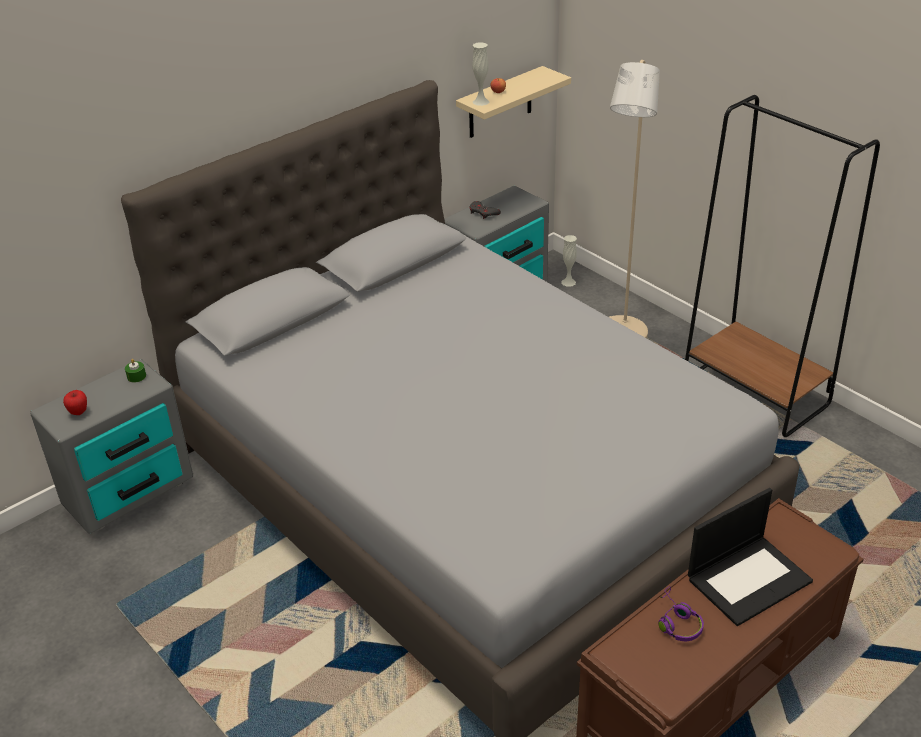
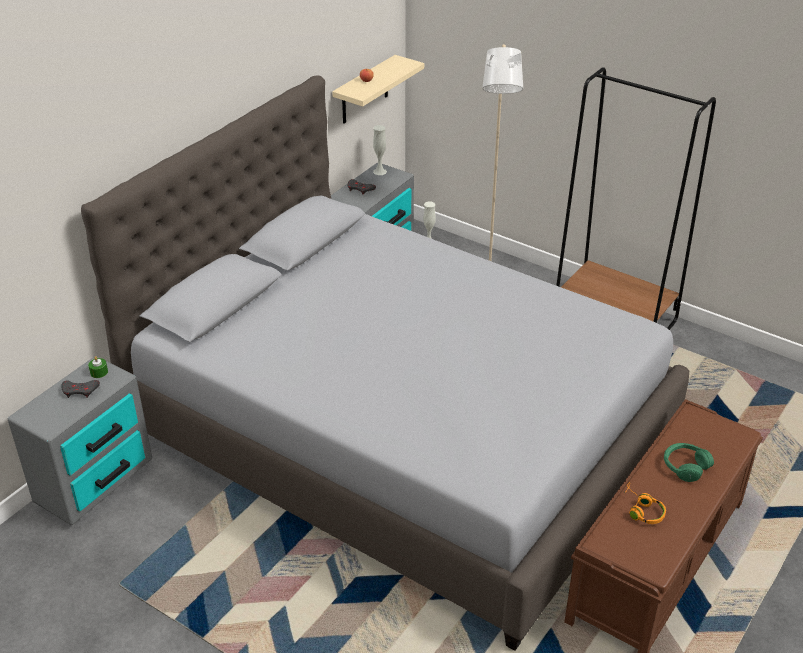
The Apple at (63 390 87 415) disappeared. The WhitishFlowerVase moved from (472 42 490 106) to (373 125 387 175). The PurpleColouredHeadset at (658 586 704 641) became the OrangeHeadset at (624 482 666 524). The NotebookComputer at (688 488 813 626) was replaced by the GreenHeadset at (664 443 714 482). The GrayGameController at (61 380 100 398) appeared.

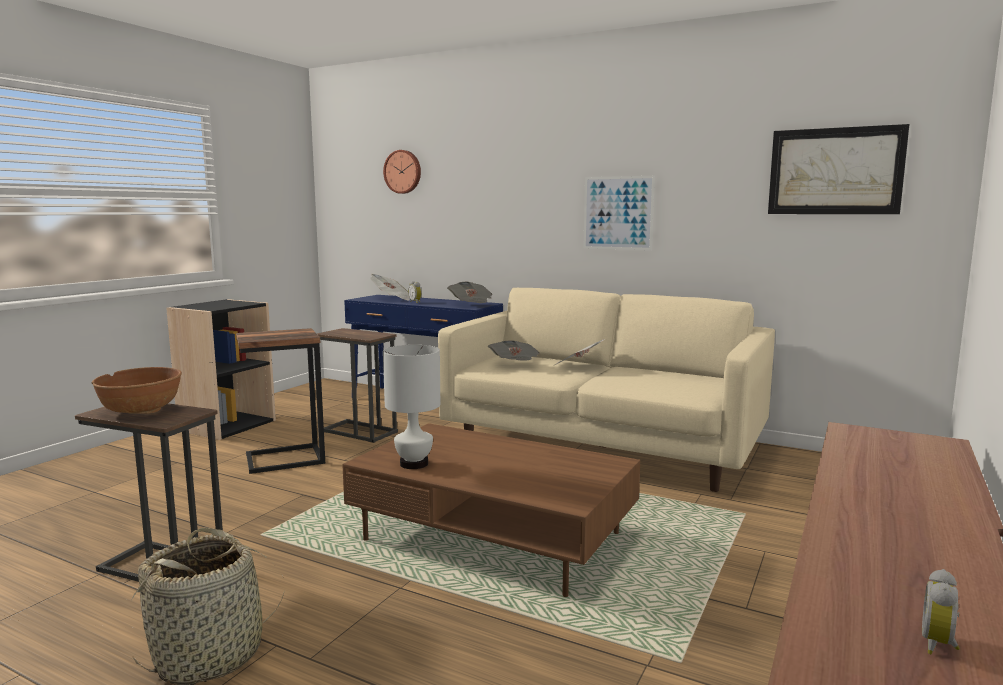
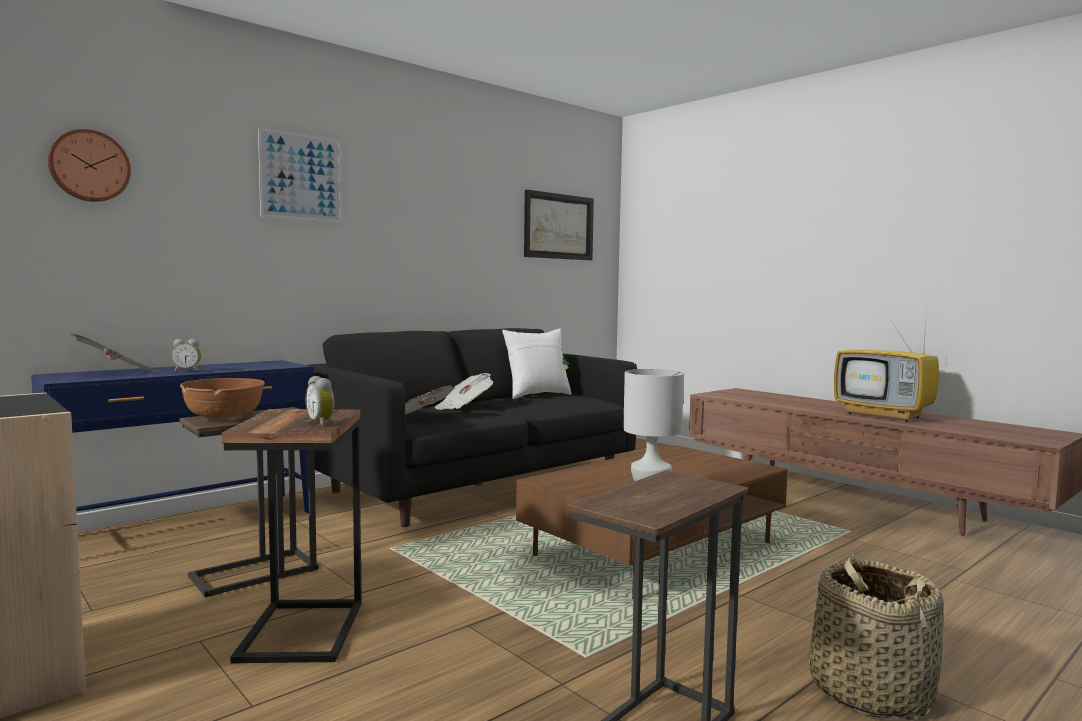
The BrownBowl moved from (92 367 182 414) to (180 378 265 421). The BeigeSofa at (438 288 775 492) became the BlackColouredSofa at (307 328 637 527). The PrintedPaper at (447 282 492 303) disappeared. The WallArt moved from (583 176 655 250) to (258 127 342 223). The AlarmClock moved from (922 569 960 655) to (305 376 335 427). The WhitishCushion at (502 328 572 399) appeared. The Television at (834 310 939 422) appeared.

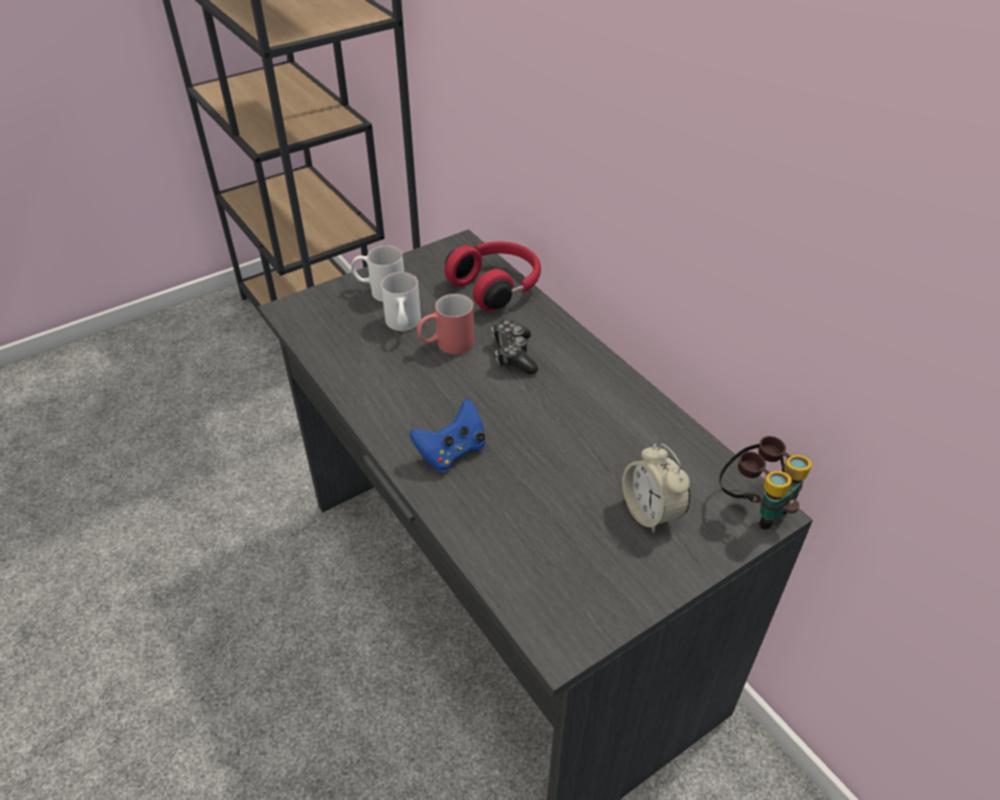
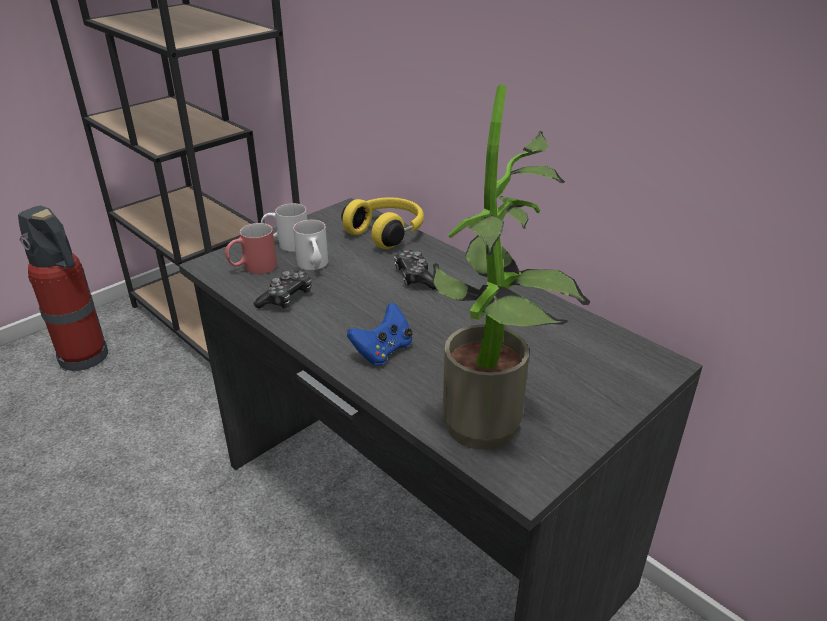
The RedColouredMug moved from (417 294 474 354) to (225 223 277 274). The RedColouredHeadset at (445 242 541 311) became the YellowishHeadset at (341 197 424 249). The AlarmClock at (622 444 690 533) disappeared. The PairOfBinoculars at (719 436 812 529) disappeared. The FireExtinguisher at (18 205 108 371) appeared. The GameController at (254 270 312 309) appeared. The PottedPlant at (432 84 590 450) appeared.

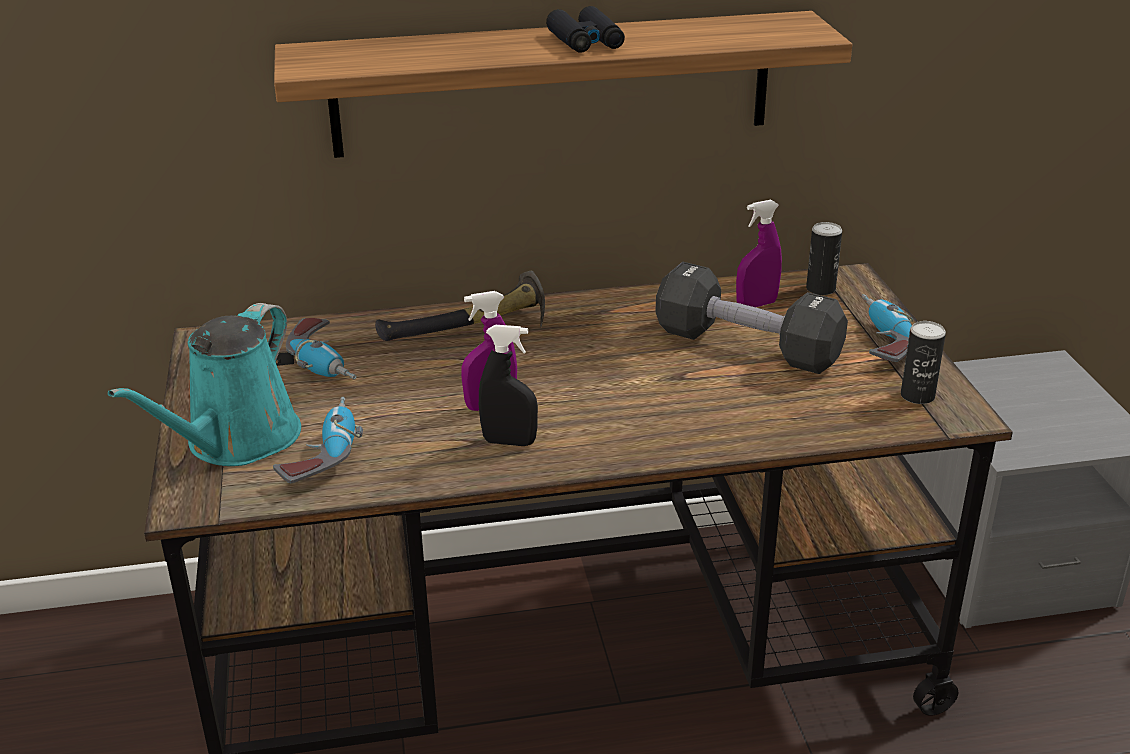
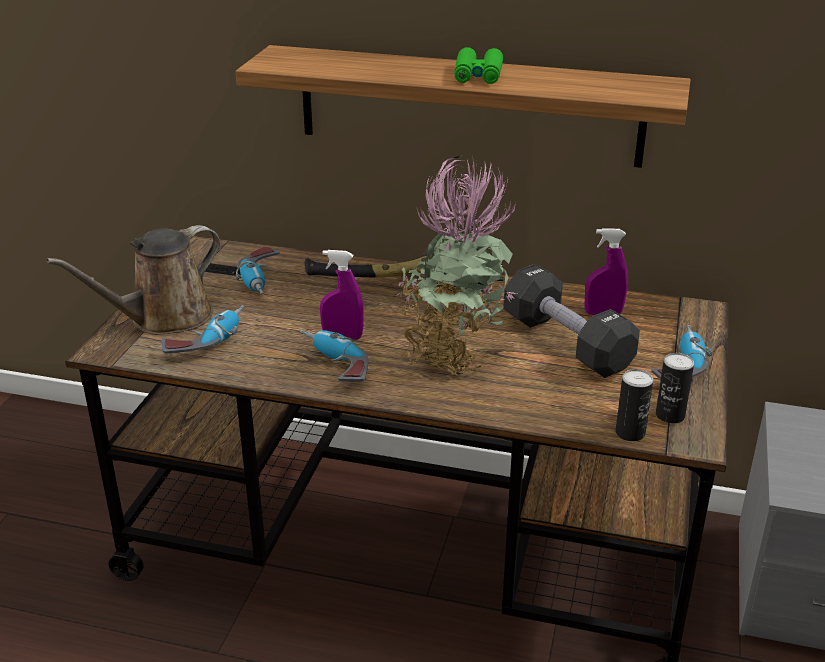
The BlueGreenWateringCan at (108 303 301 466) became the BrownWateringCan at (46 225 220 335). The BlackColouredSprayBottle at (479 325 538 446) was replaced by the ElectricDrill at (300 330 368 382). The BlackColouredPairOfBinoculars at (546 6 625 53) became the GreenPairOfBinoculars at (454 47 503 84). The SealedCan moved from (806 222 842 295) to (615 369 653 441). The PottedPlant at (397 155 517 377) appeared.

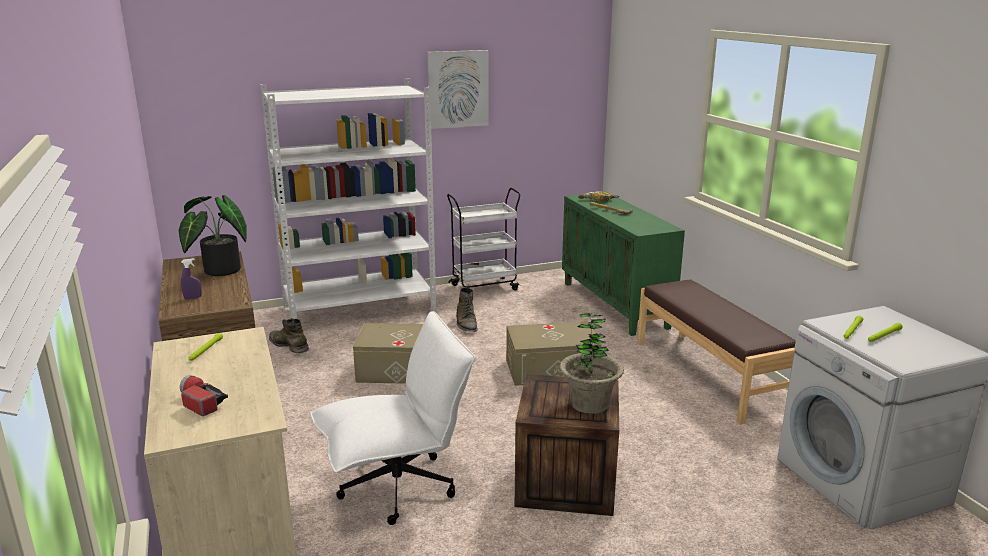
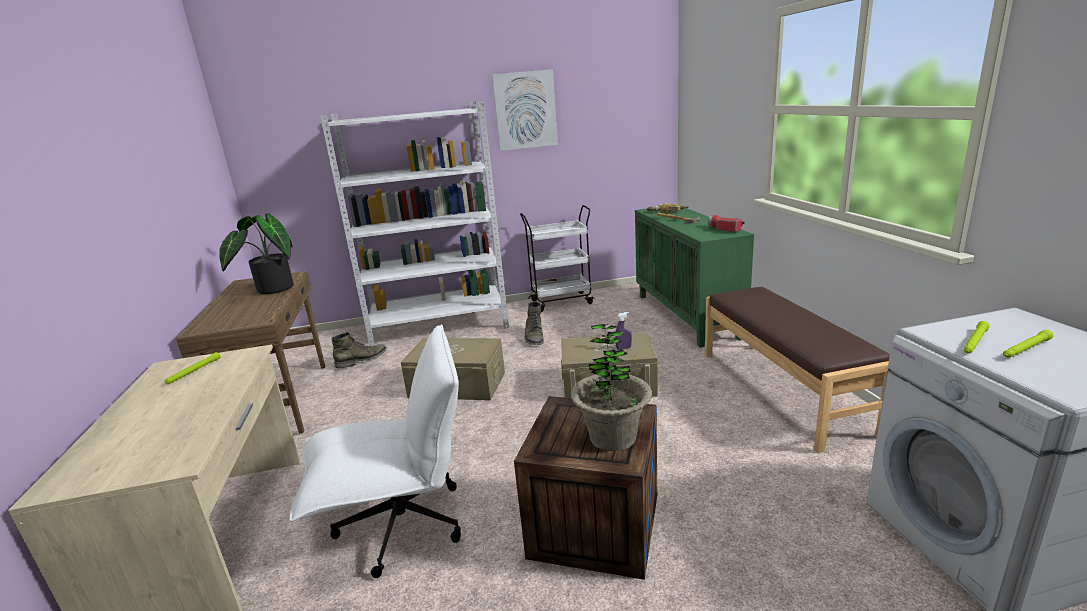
The HandTorch moved from (180 375 228 416) to (708 215 745 233). The PurpleColouredSprayBottle moved from (181 258 202 299) to (615 312 632 350). The GreenHighTopBoot at (269 318 309 353) turned 90 degrees clockwise.

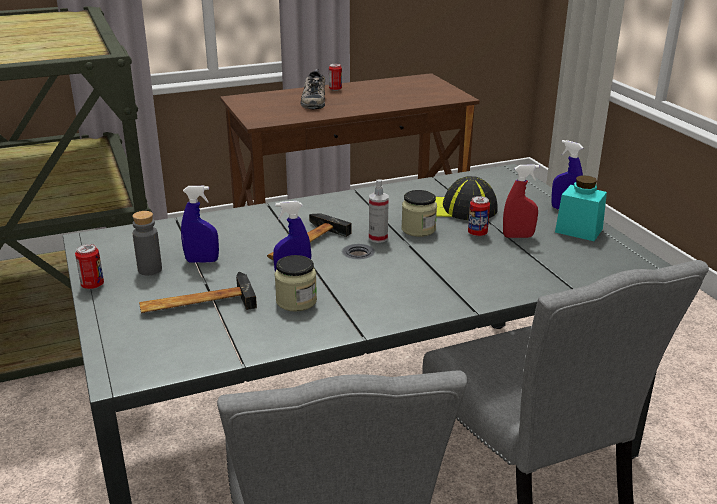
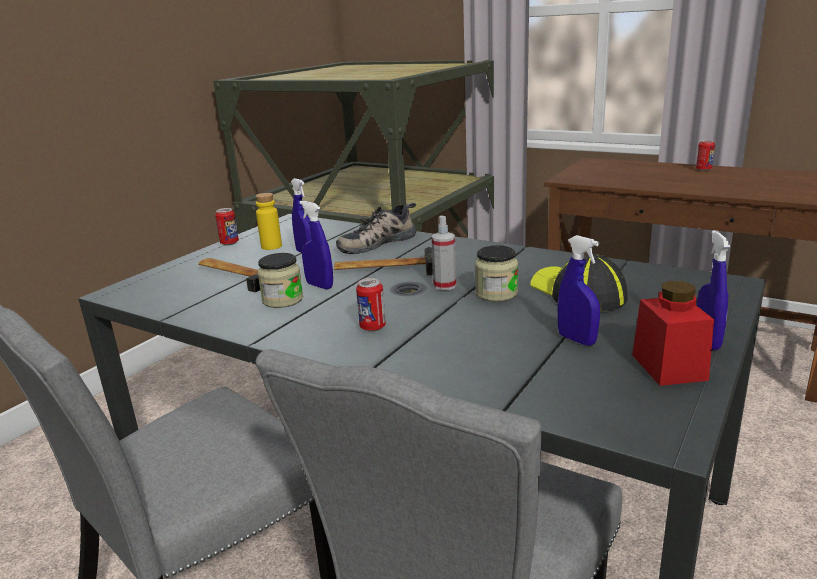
The GrayDrinkBottle at (132 211 162 275) became the YellowishDrinkBottle at (256 193 282 250). The ItemOfFootwear moved from (301 69 325 109) to (336 203 416 254). The SealedCan moved from (468 196 490 237) to (356 278 386 331). The RedColouredSprayBottle at (503 164 539 238) became the BlueColouredSprayBottle at (558 235 600 346). The BlueGreenJar at (555 175 607 241) became the RedColouredJar at (632 281 714 386).

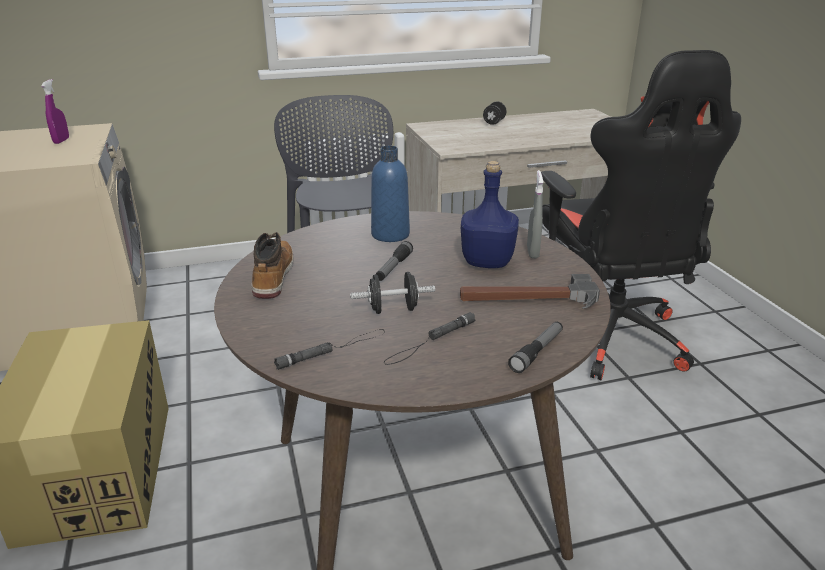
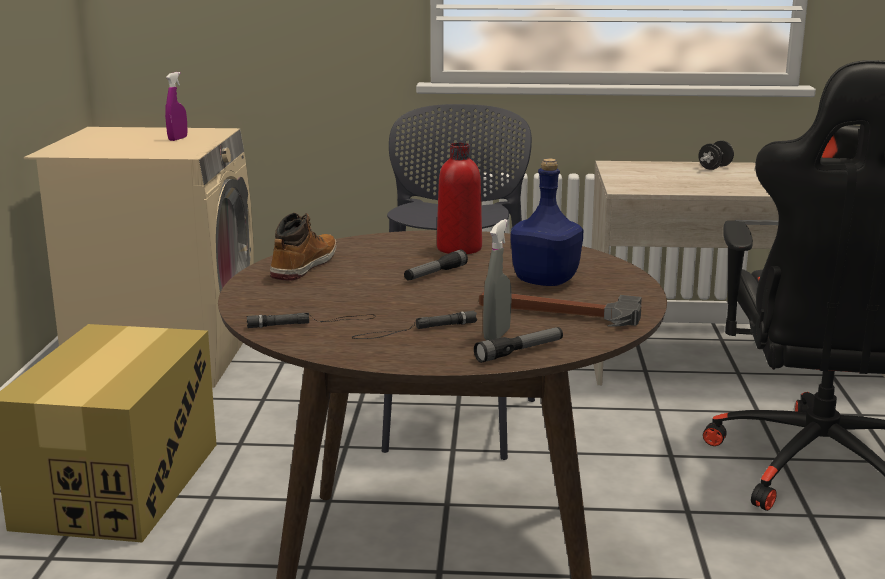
The BlackColouredFreeWeight at (350 272 435 314) disappeared. The BlueColouredDrinkBottle at (371 146 410 242) became the RedColouredDrinkBottle at (437 143 482 254). The GraySprayBottle moved from (527 170 543 258) to (483 219 511 340).

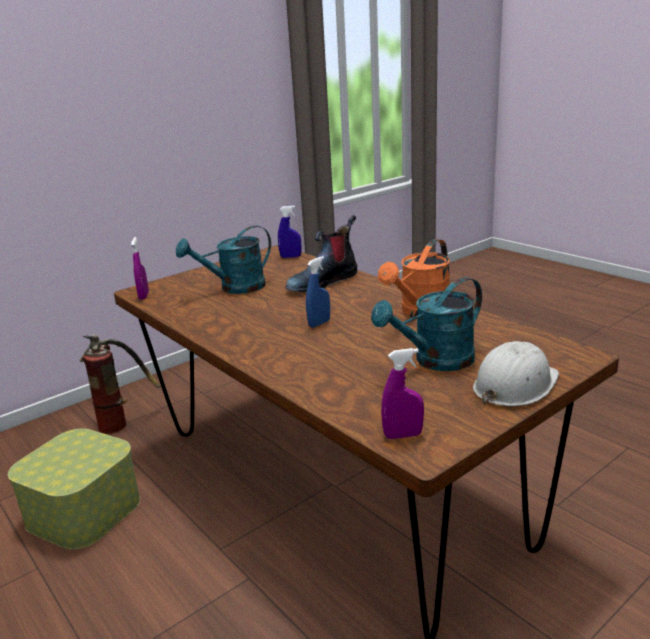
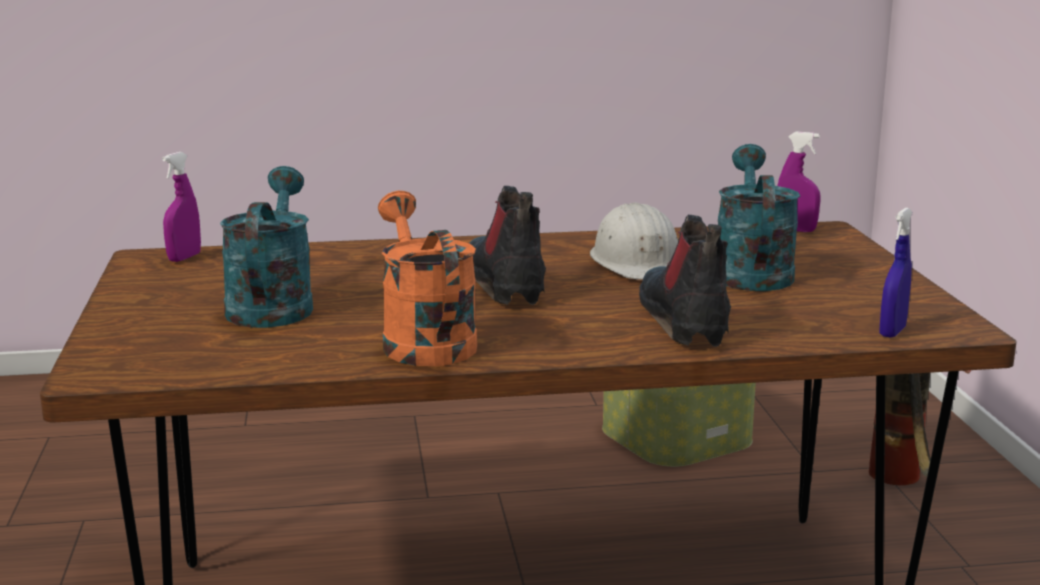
The BlueColouredSprayBottle at (306 256 330 328) was replaced by the HighTopBoot at (469 186 546 305). The WhitishHardHat moved from (473 341 559 406) to (590 203 678 280).

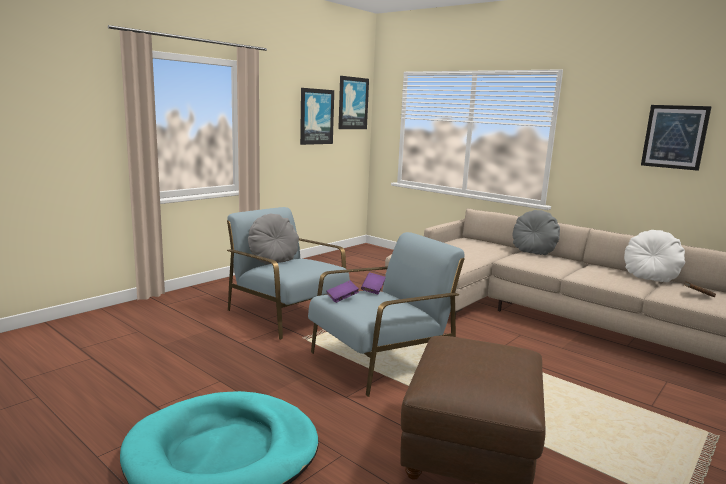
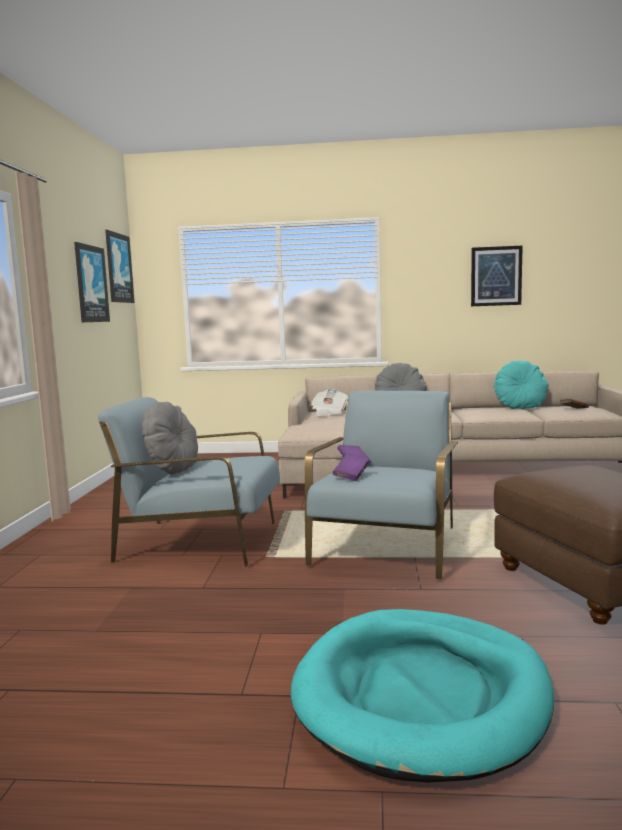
The WhitishCushion at (624 230 685 282) became the BlueGreenCushion at (494 360 548 409). The PrintedPaper at (311 389 348 417) appeared.

